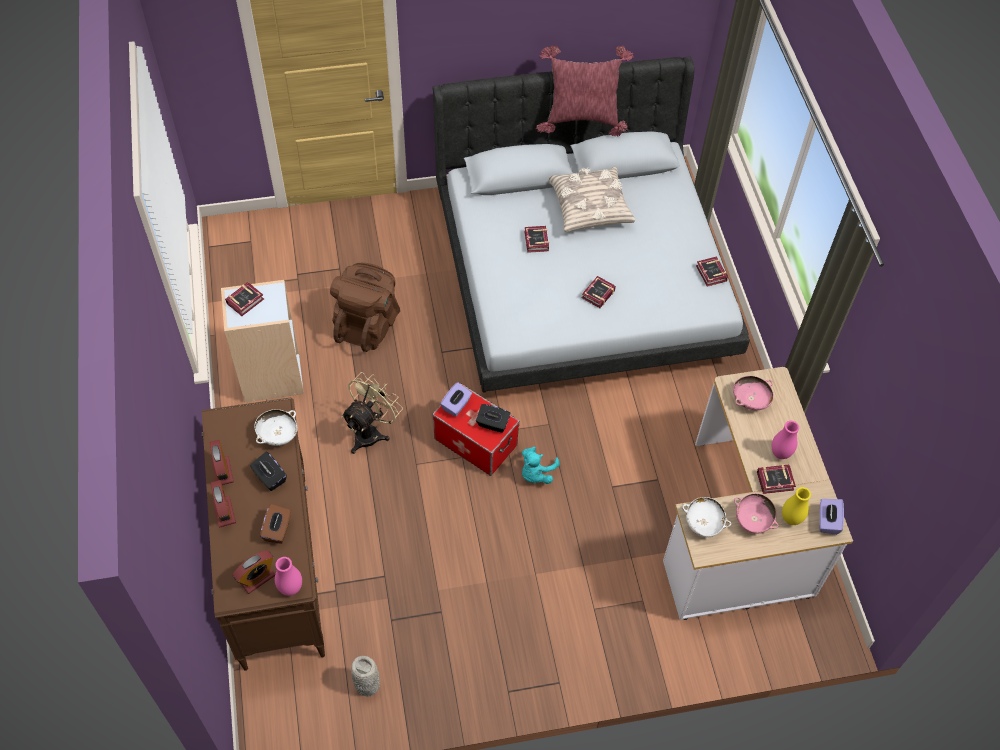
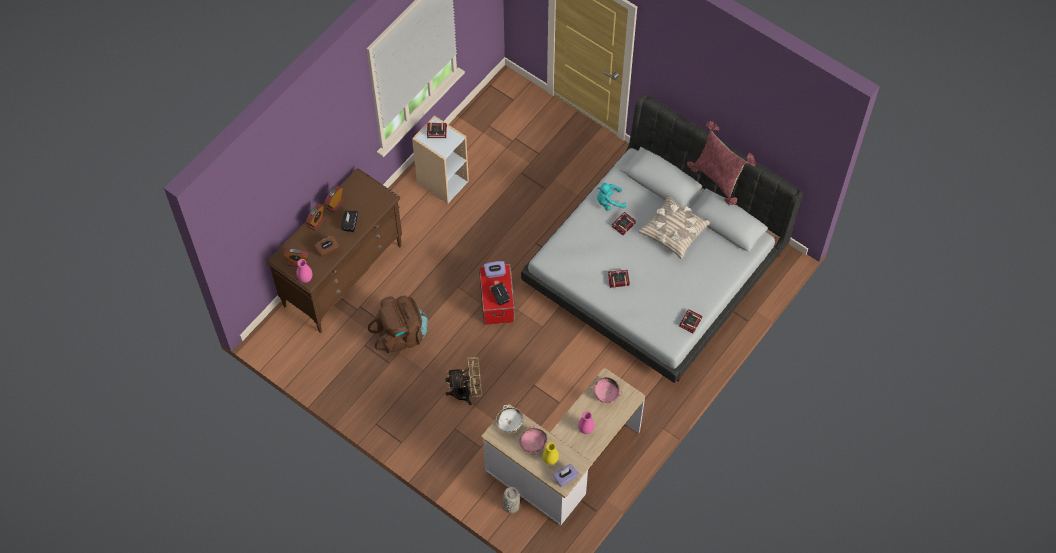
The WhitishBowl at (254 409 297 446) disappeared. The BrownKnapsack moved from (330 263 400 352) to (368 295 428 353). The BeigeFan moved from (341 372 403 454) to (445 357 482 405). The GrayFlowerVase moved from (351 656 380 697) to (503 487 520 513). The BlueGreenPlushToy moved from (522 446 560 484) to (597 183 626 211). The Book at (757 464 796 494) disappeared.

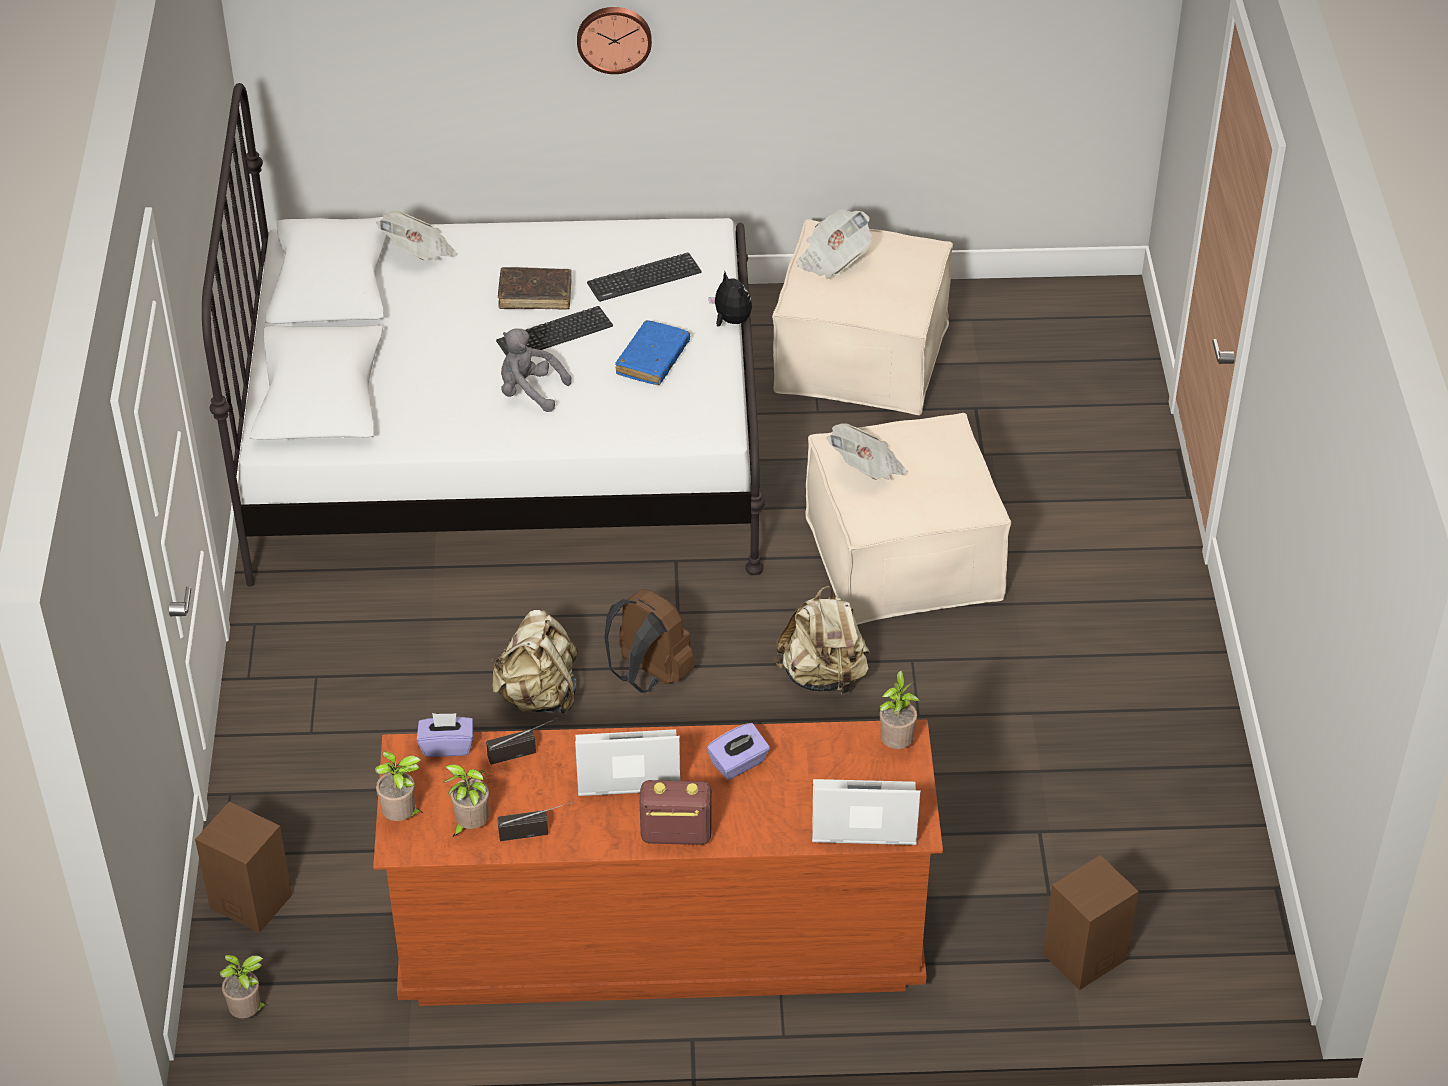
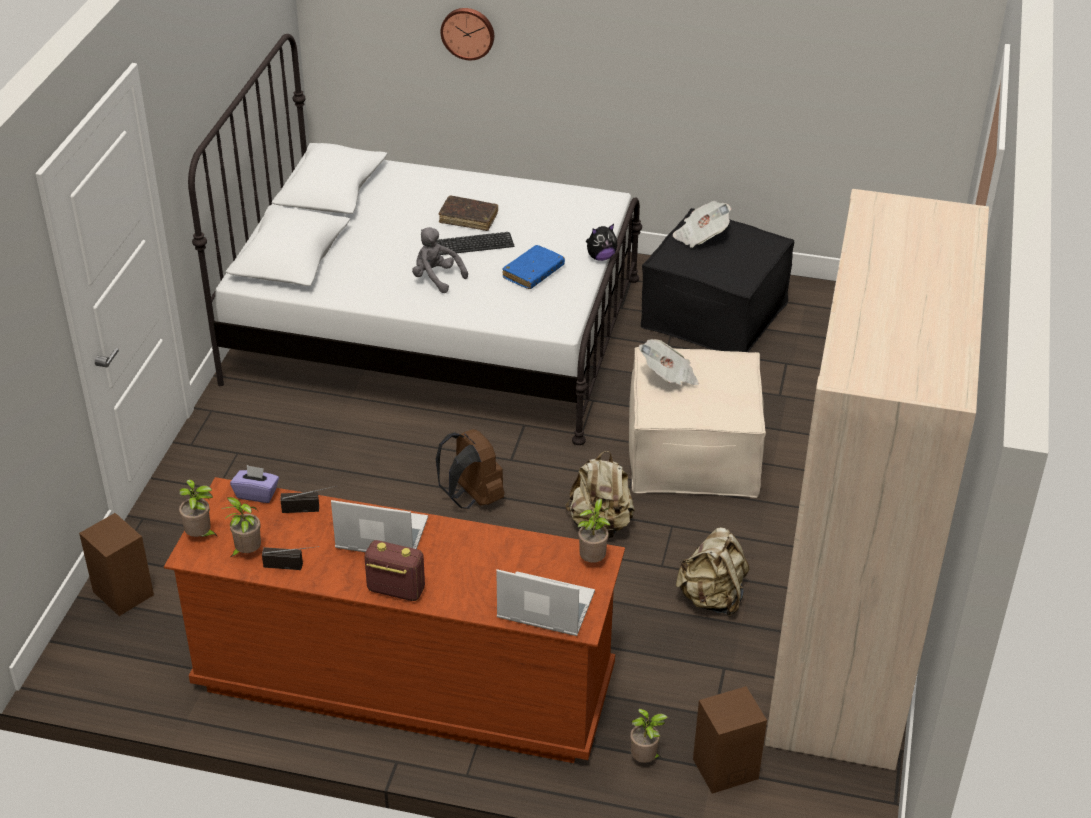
The PottedPlant moved from (219 955 268 1018) to (630 709 668 763). The PrintedPaper at (376 211 458 261) disappeared. The BeigeKnapsack moved from (492 610 578 715) to (676 527 749 617). The HangingClock moved from (577 7 652 74) to (441 8 494 60). The ComputerKeyboard at (587 252 702 302) disappeared. The PurpleColouredTissueBox at (707 723 770 780) disappeared. The PlushToy at (708 272 752 326) turned 90 degrees clockwise. The BeigeOttoman at (772 219 953 415) became the BlackColouredOttoman at (641 208 794 352). The BeigeClothesCupboard at (765 189 989 770) appeared.

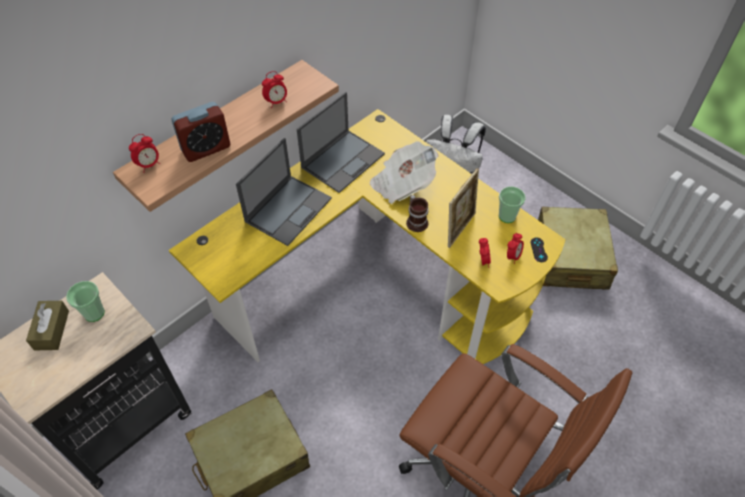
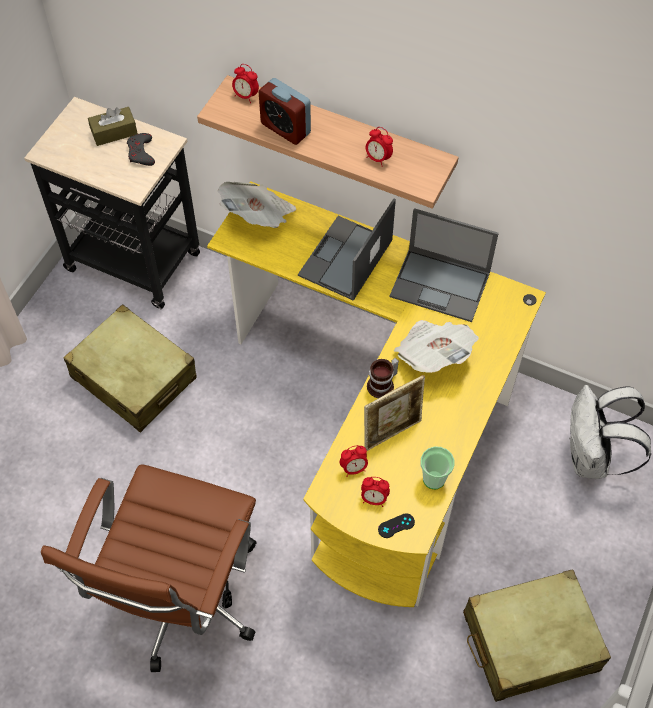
The SmallCup at (66 281 105 322) was replaced by the GrayGameController at (127 133 155 166). The NotebookComputer at (236 138 332 246) turned 105 degrees clockwise. The PictureFrame at (448 168 479 248) turned 45 degrees counterclockwise. The PrintedPaper at (218 182 296 228) appeared.

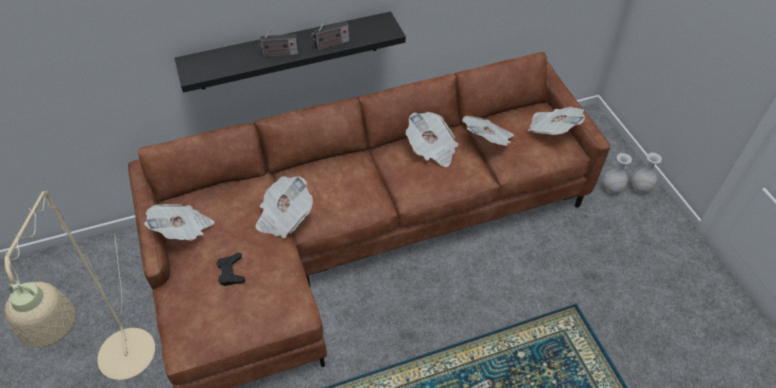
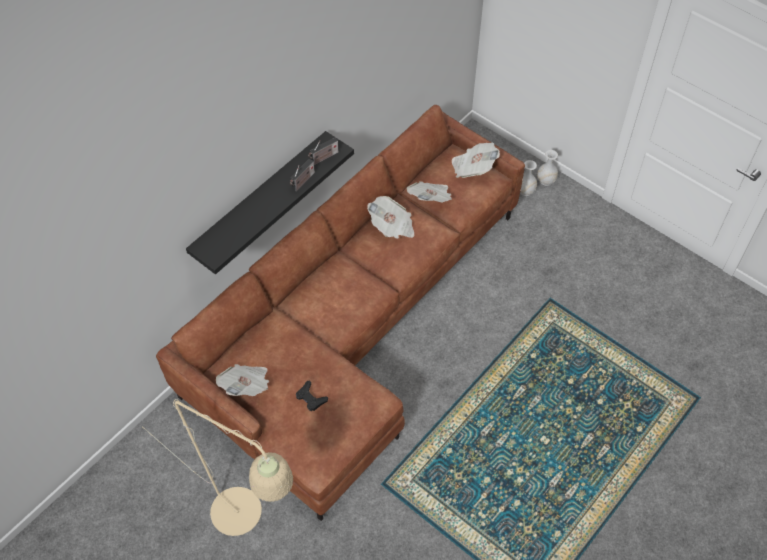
The PrintedPaper at (255 176 313 238) disappeared. The RadioSet moved from (257 28 299 57) to (308 138 339 165).

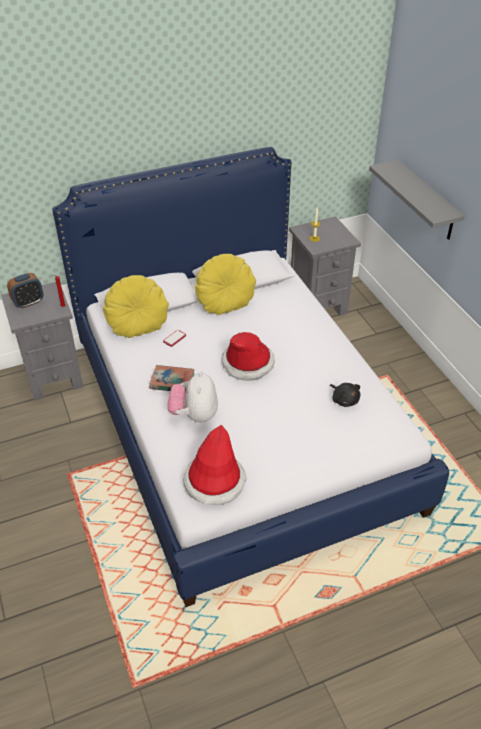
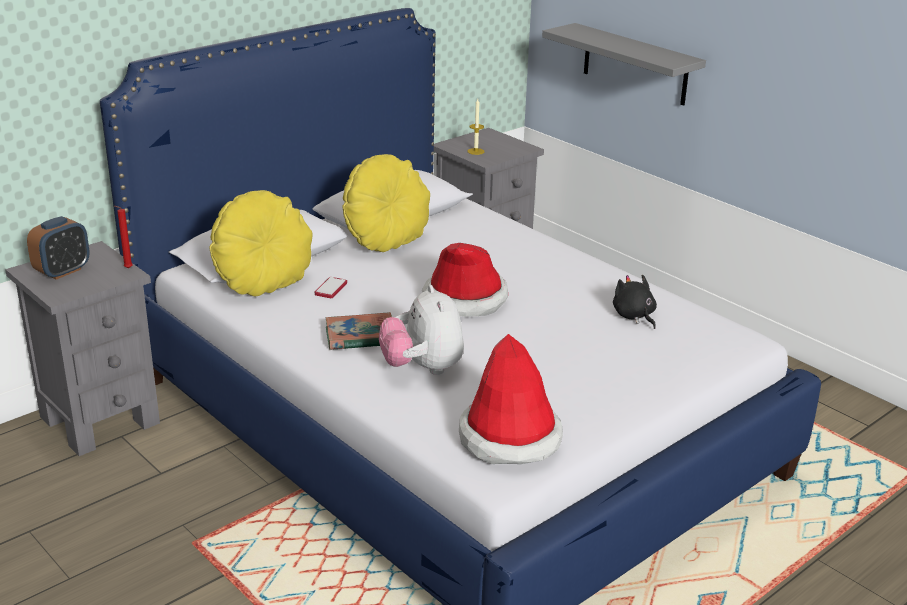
The BlackColouredPlushToy at (330 383 360 407) turned 150 degrees counterclockwise.

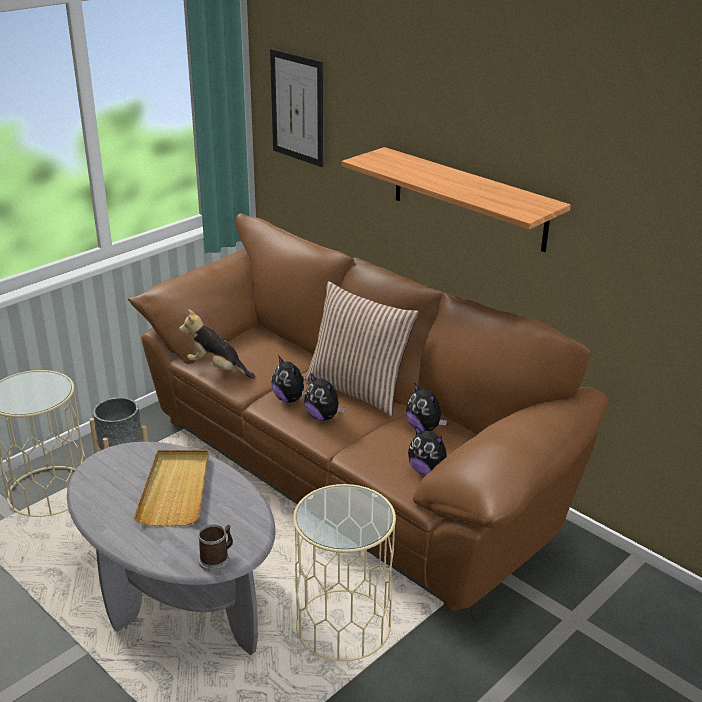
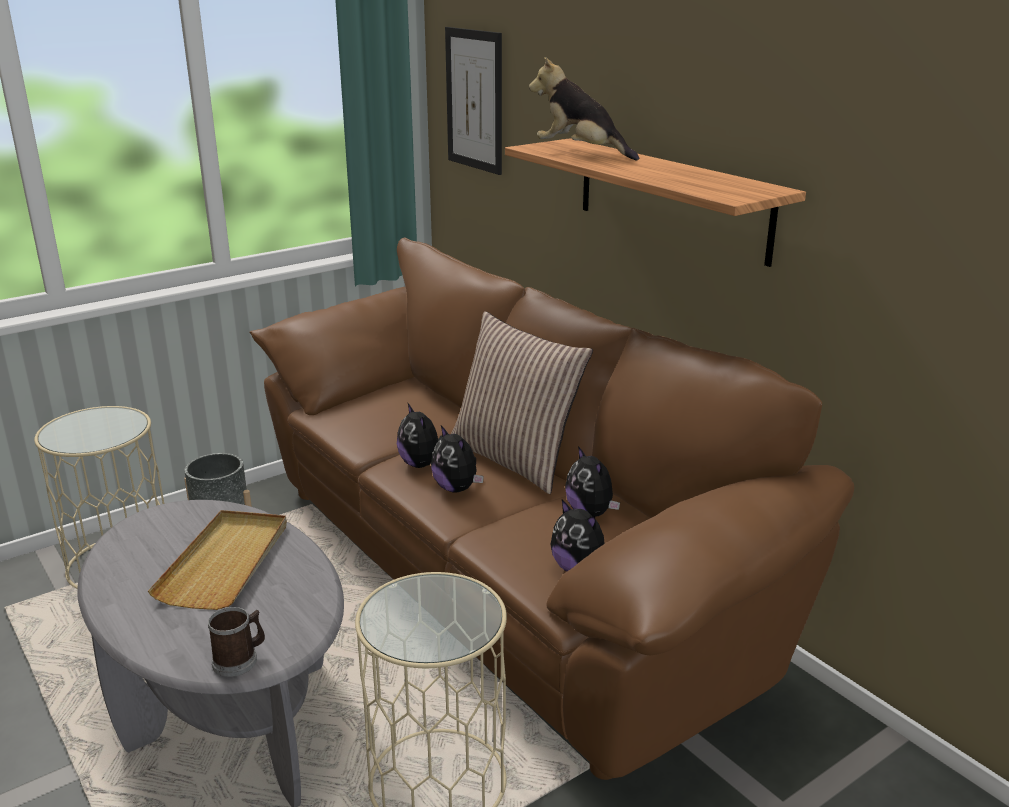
The PlushToy moved from (179 309 255 379) to (529 57 639 161).

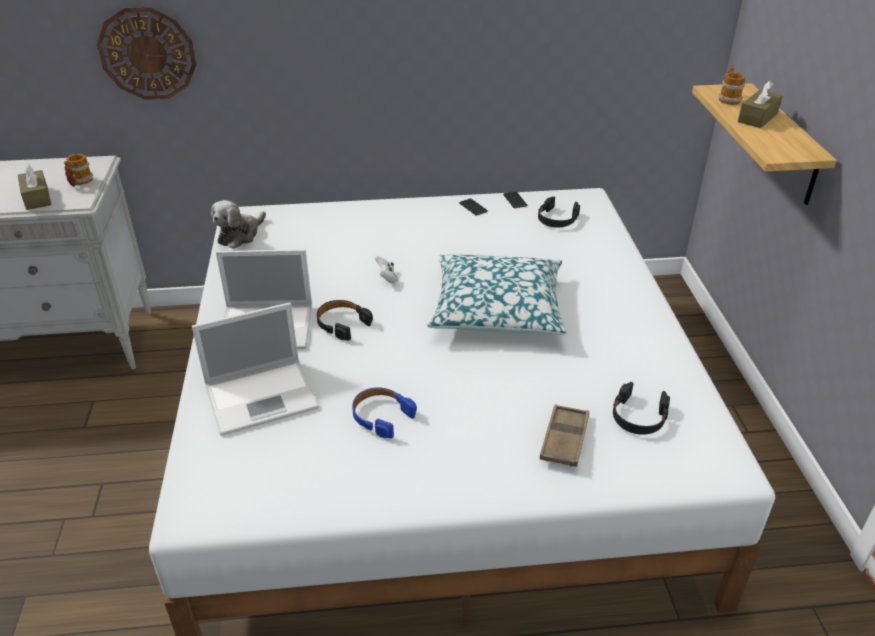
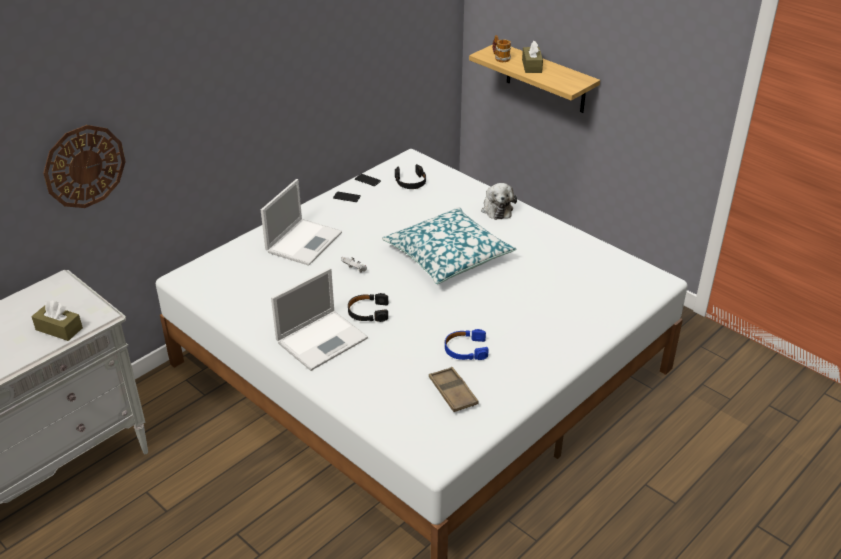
The Mug at (64 154 93 187) disappeared. The NotebookComputer moved from (192 302 319 436) to (261 179 342 266). The PlushToy moved from (211 200 266 249) to (481 183 517 220). The BrownServingTray moved from (540 404 589 467) to (429 367 478 412). The BlackColouredHeadset at (613 382 670 435) disappeared.

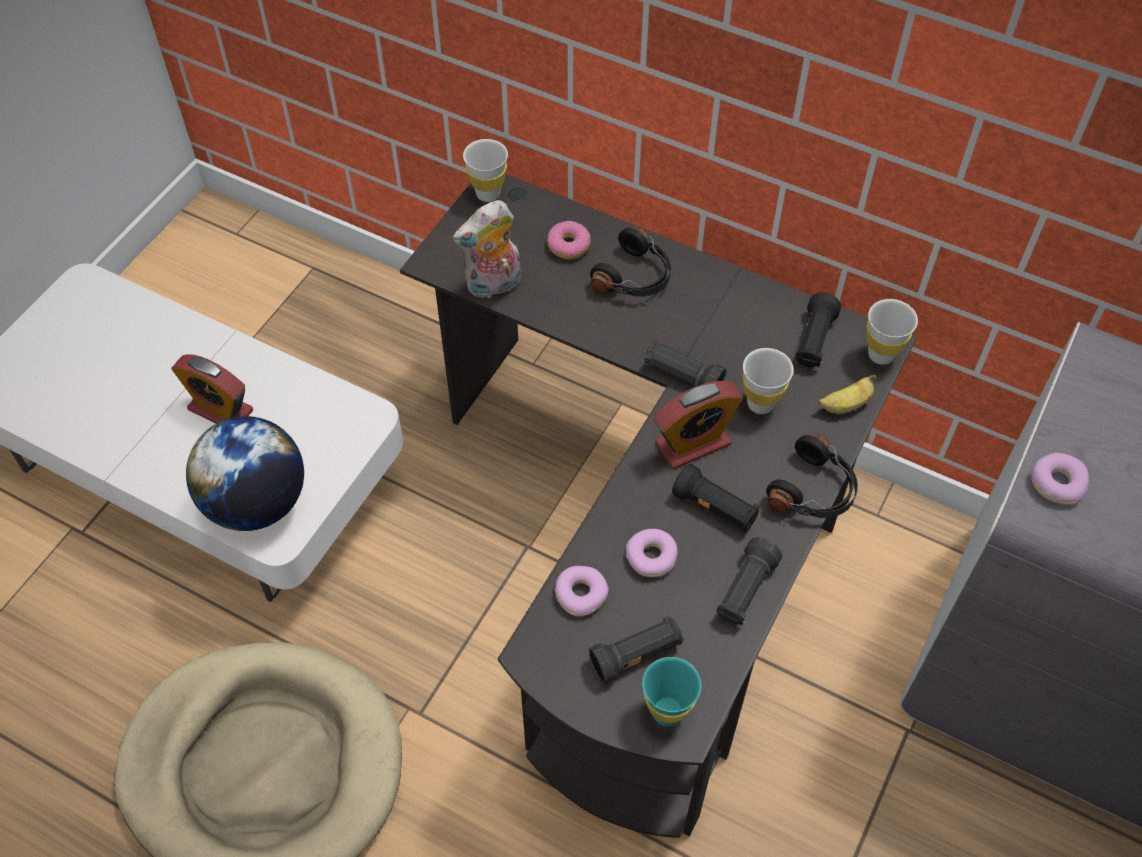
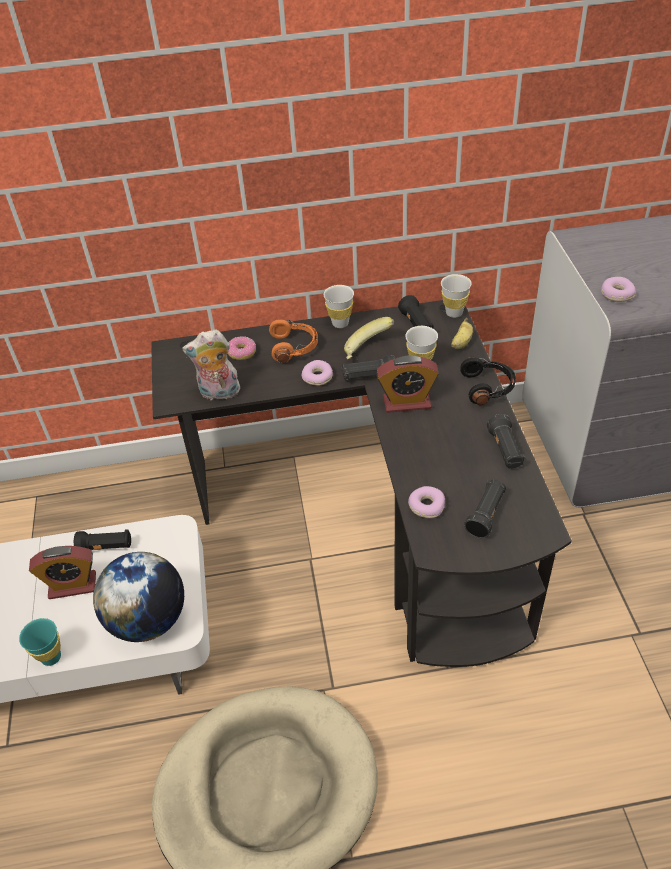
The PlushToy at (453 200 521 298) turned 60 degrees clockwise. The WhitishSmallCup moved from (463 139 508 202) to (323 285 354 328). The BlackColouredHeadset at (590 227 671 297) became the OrangeHeadset at (269 319 318 363). The RingDoughnut moved from (626 529 678 577) to (302 360 333 386). The BlueGreenSmallCup moved from (642 657 701 726) to (19 618 61 666). The AlarmClock at (653 381 743 469) turned 60 degrees clockwise. The BlackColouredHandTorch moved from (672 464 759 531) to (74 529 131 550). The BananaFruit at (344 317 394 359) appeared.

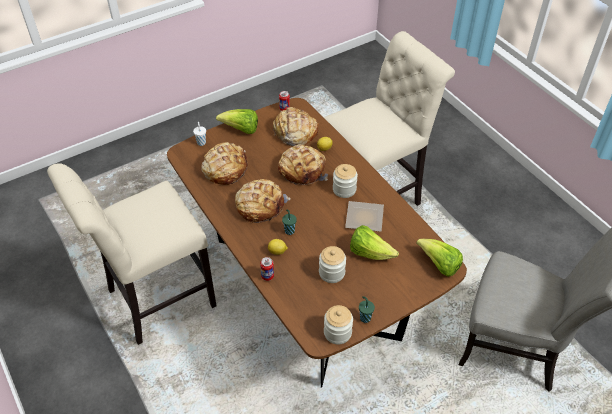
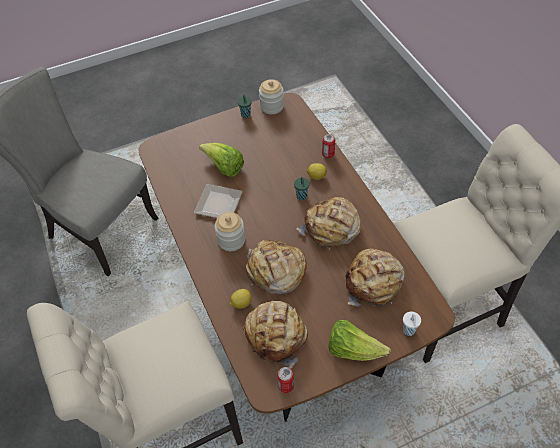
The Jar at (319 246 346 283) disappeared. The HeadOfLettuce at (416 239 463 277) disappeared.

